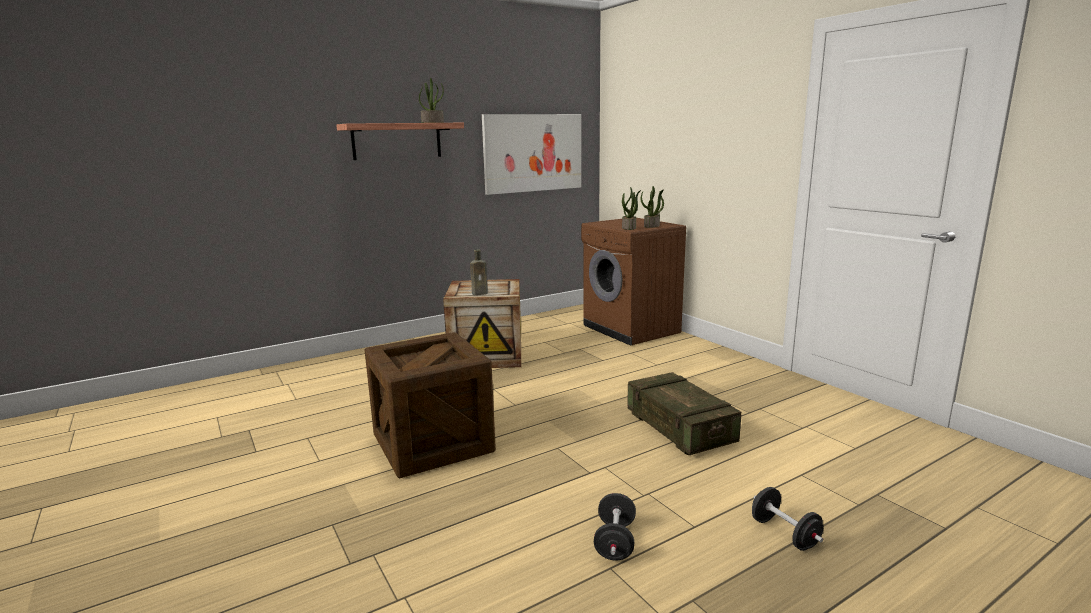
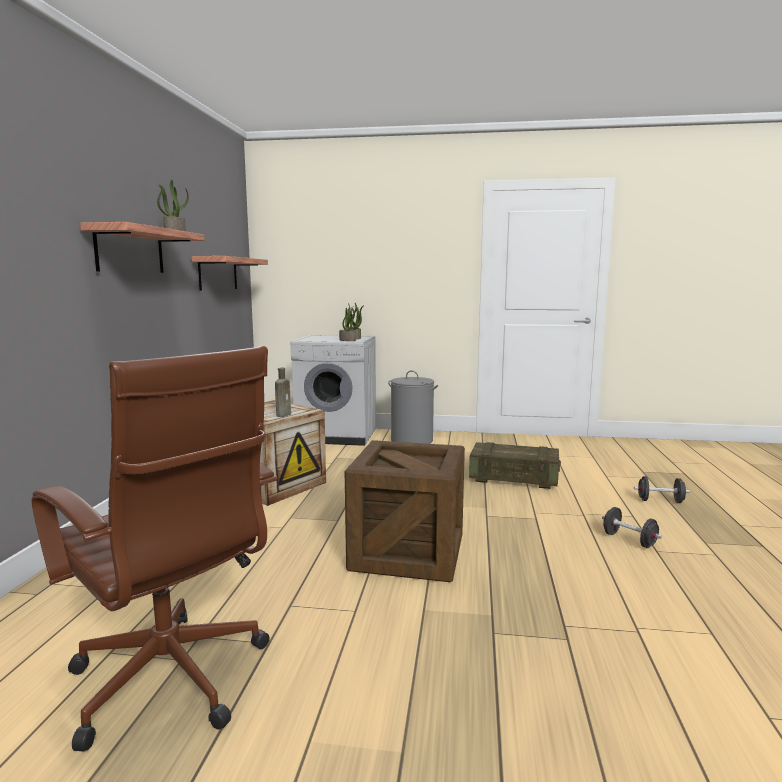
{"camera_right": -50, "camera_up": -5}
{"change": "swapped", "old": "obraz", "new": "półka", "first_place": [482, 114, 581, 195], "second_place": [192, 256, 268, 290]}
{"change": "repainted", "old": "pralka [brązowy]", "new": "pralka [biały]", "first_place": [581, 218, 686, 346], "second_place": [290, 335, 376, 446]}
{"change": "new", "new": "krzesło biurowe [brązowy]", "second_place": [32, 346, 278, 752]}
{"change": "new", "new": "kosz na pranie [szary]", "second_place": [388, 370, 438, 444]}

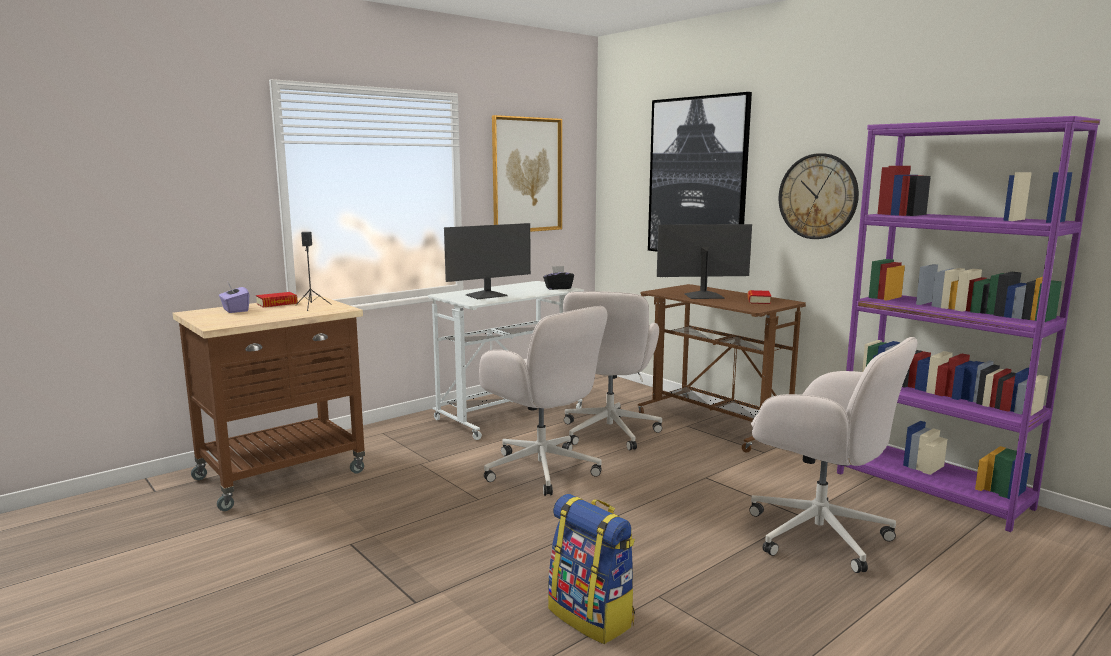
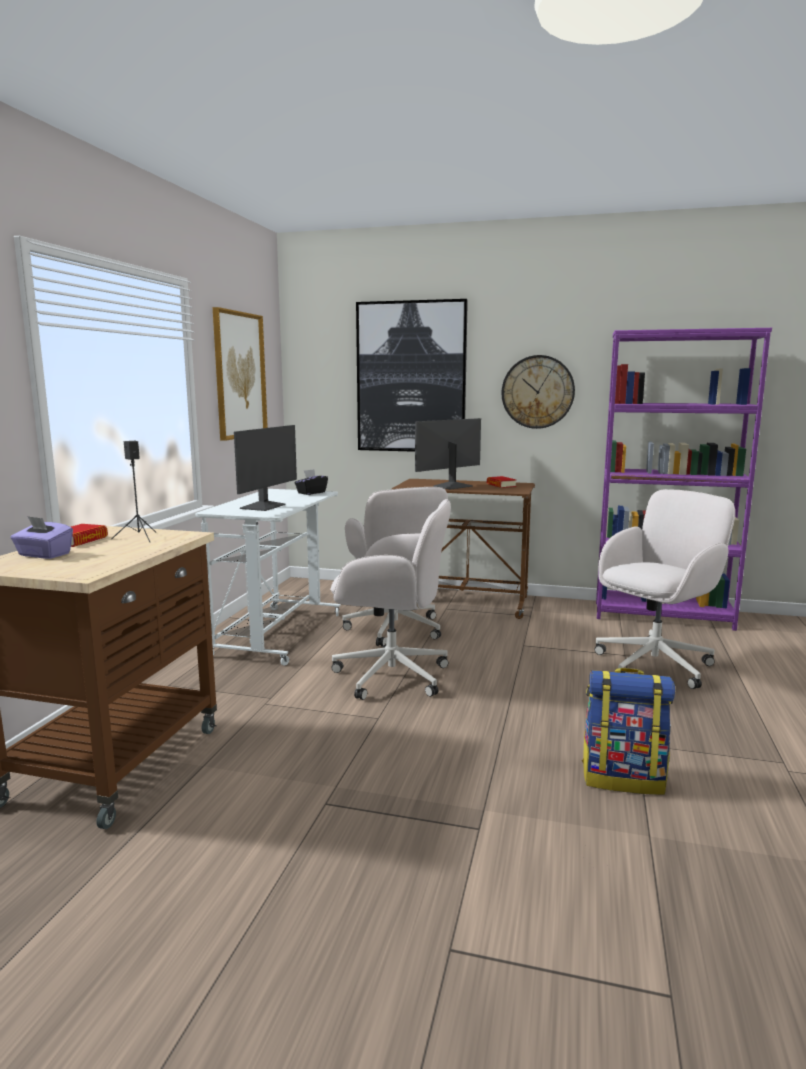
{"camera_right": -35, "camera_up": 0}
{"change": "rotated", "old": "krzesło biurowe [biały]", "first_place": [749, 337, 917, 573], "second_place": [595, 489, 735, 689], "degrees": -45}

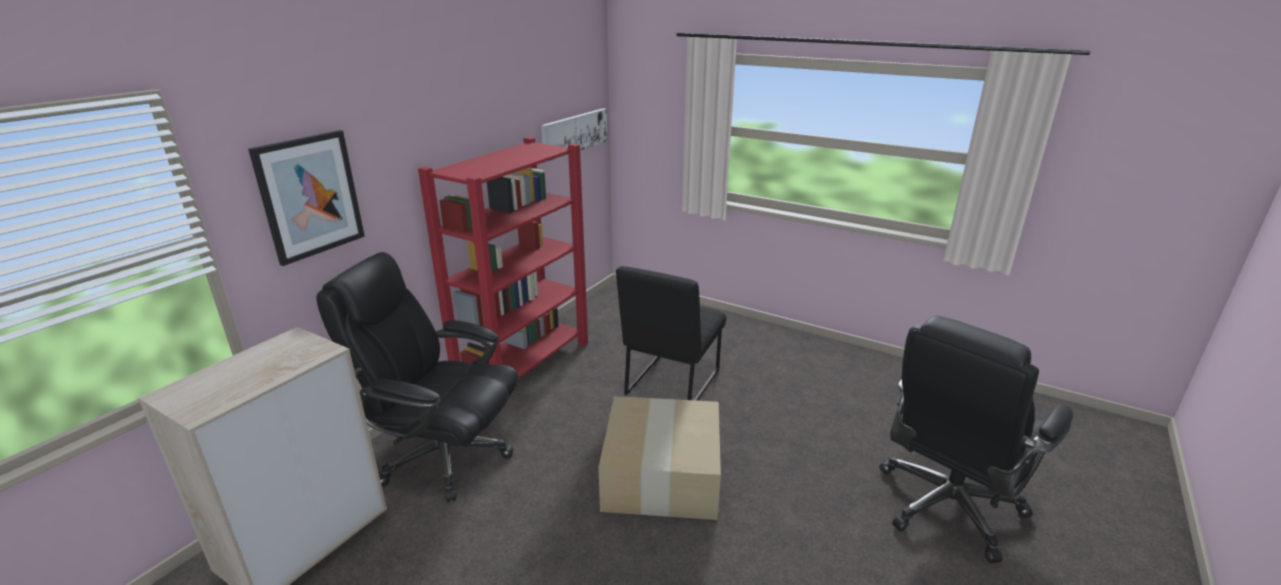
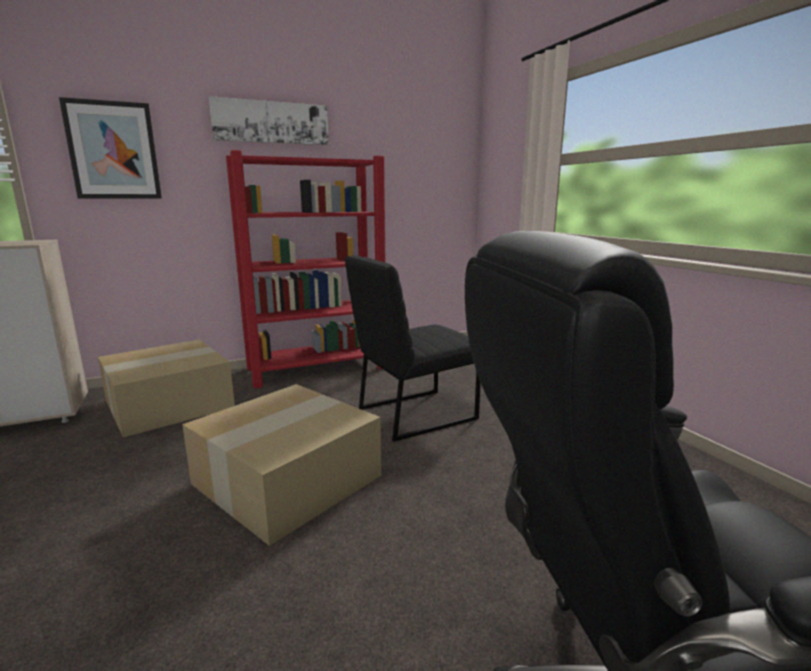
{"camera_right": 35, "camera_up": -10}
{"change": "swapped", "old": "krzesło biurowe [czarny]", "new": "karton", "first_place": [316, 252, 518, 502], "second_place": [98, 340, 235, 437]}
{"change": "shifted", "old": "obraz", "first_place": [541, 108, 607, 162], "second_place": [209, 96, 329, 145]}

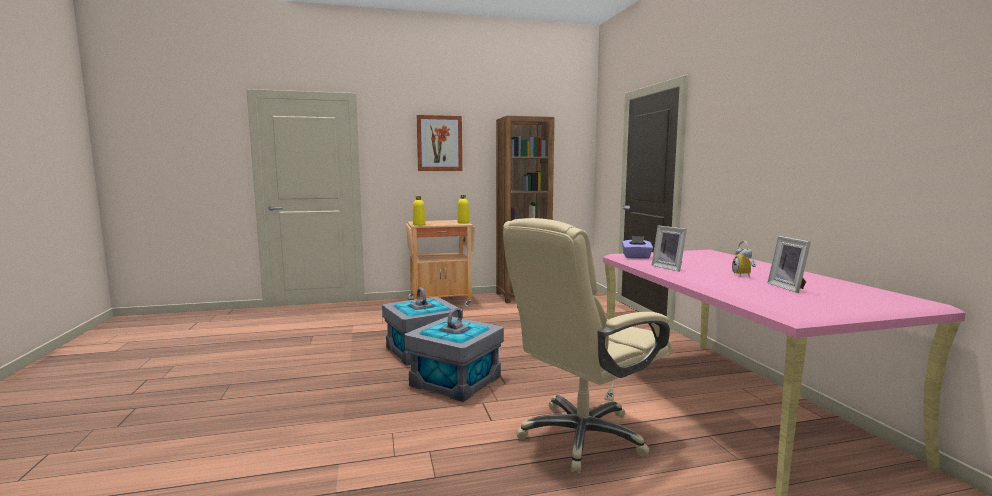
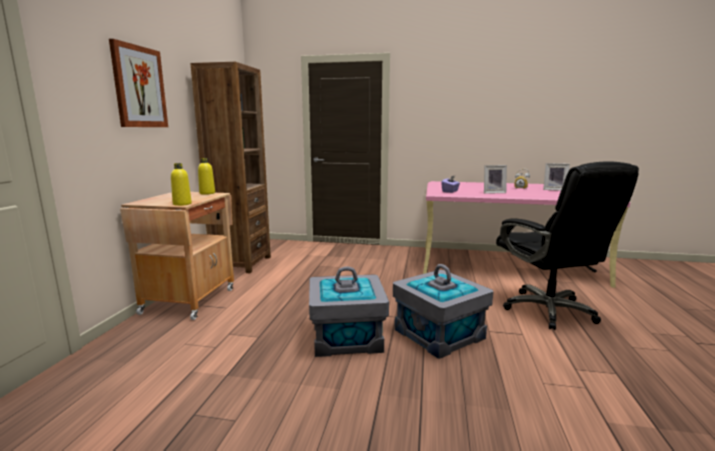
{"camera_right": -65, "camera_up": 5}
{"change": "repainted", "old": "krzesło biurowe [beżowy]", "new": "krzesło biurowe [czarny]", "first_place": [503, 218, 672, 473], "second_place": [496, 161, 639, 330]}

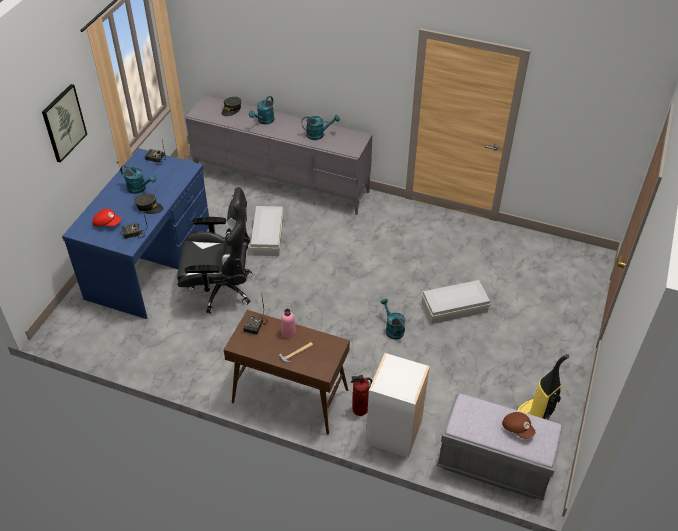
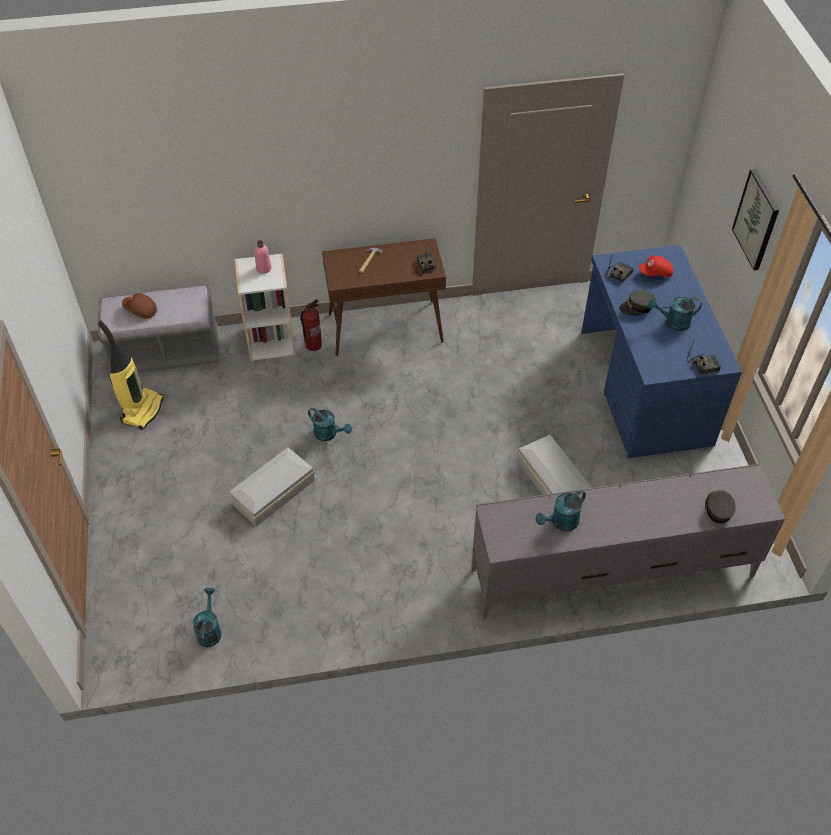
{"camera_right": 150, "camera_up": 5}
{"change": "gone", "old": "krzesło biurowe [czarny]", "first_place": [177, 187, 253, 314]}
{"change": "shifted", "old": "konewka [turkusowy]", "first_place": [249, 96, 274, 125], "second_place": [193, 588, 222, 647]}
{"change": "shifted", "old": "butelka [różowy]", "first_place": [281, 309, 296, 338], "second_place": [254, 240, 271, 274]}

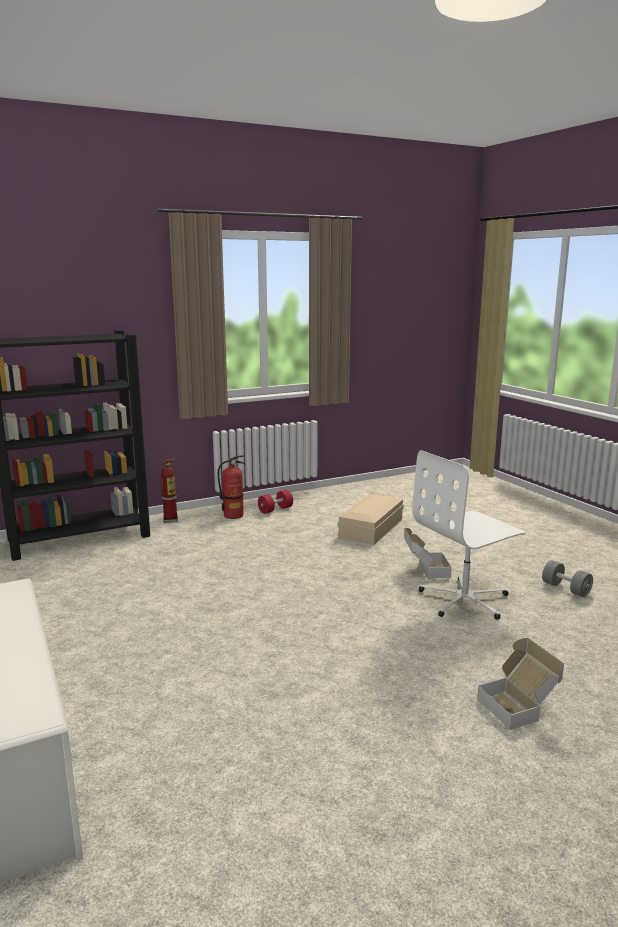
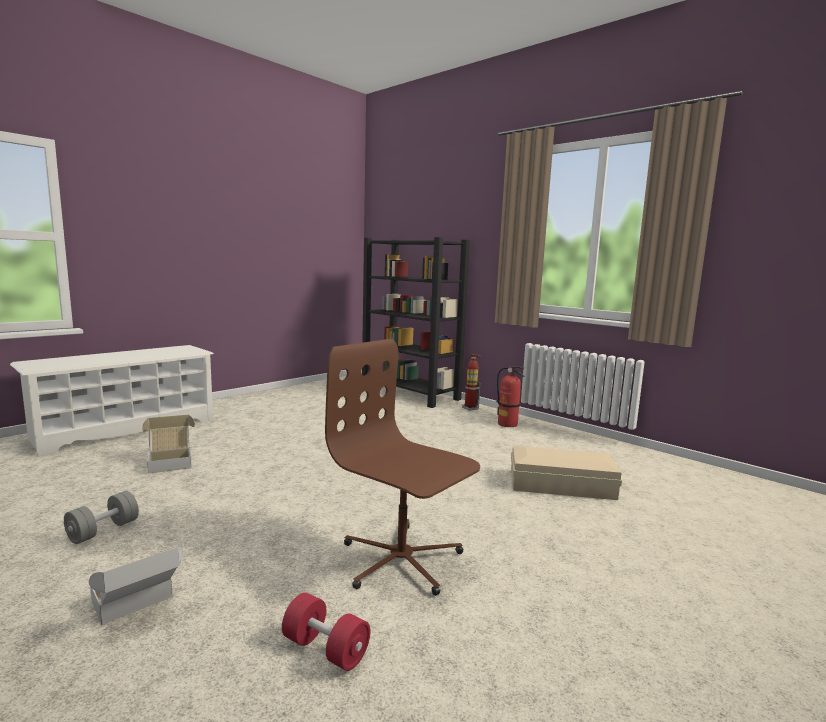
{"camera_right": 70, "camera_up": -5}
{"change": "shifted", "old": "hantel [czerwony]", "first_place": [258, 490, 293, 514], "second_place": [282, 593, 371, 671]}
{"change": "shifted", "old": "karton", "first_place": [404, 528, 452, 579], "second_place": [142, 415, 195, 473]}
{"change": "repainted", "old": "krzesło biurowe [biały]", "new": "krzesło biurowe [brązowy]", "first_place": [412, 450, 526, 620], "second_place": [325, 339, 480, 596]}
{"change": "shifted", "old": "hantel [szary]", "first_place": [542, 560, 593, 597], "second_place": [64, 491, 139, 544]}

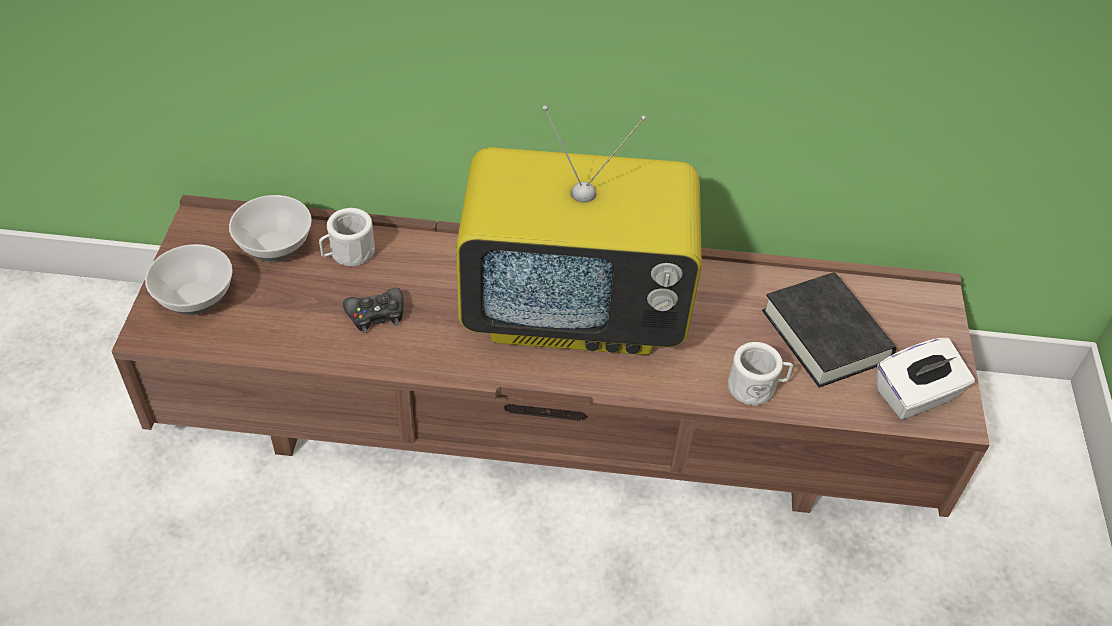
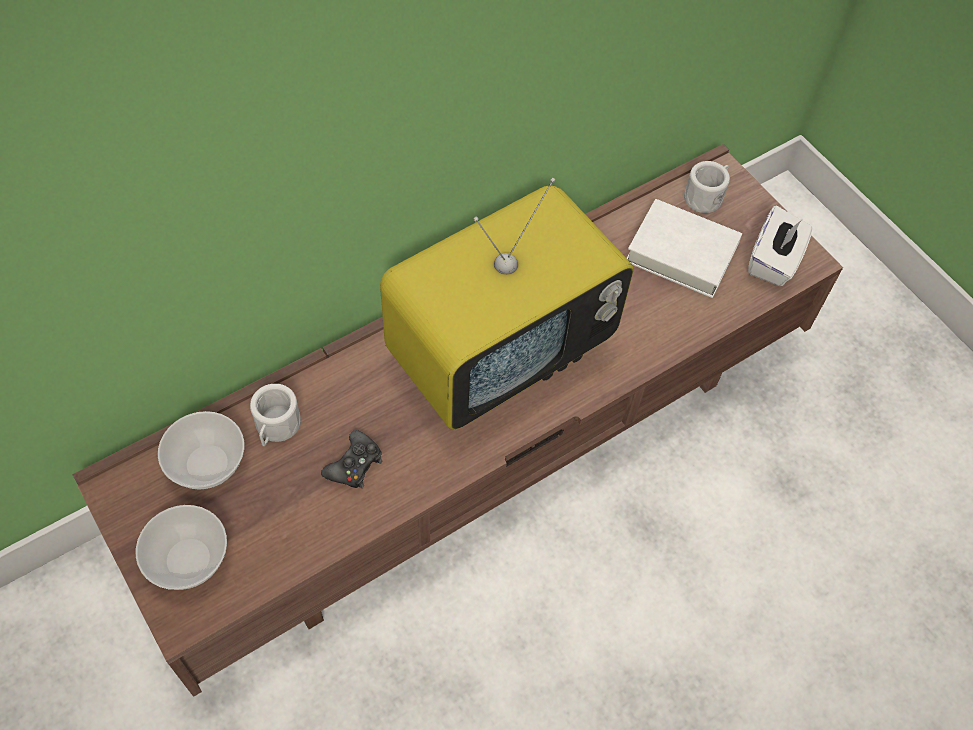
{"camera_right": -40, "camera_up": 10}
{"change": "shifted", "old": "kubek [biały]", "first_place": [728, 342, 793, 405], "second_place": [684, 161, 730, 213]}
{"change": "repainted", "old": "książka [czarny]", "new": "książka [biały]", "first_place": [762, 273, 896, 388], "second_place": [627, 199, 742, 298]}

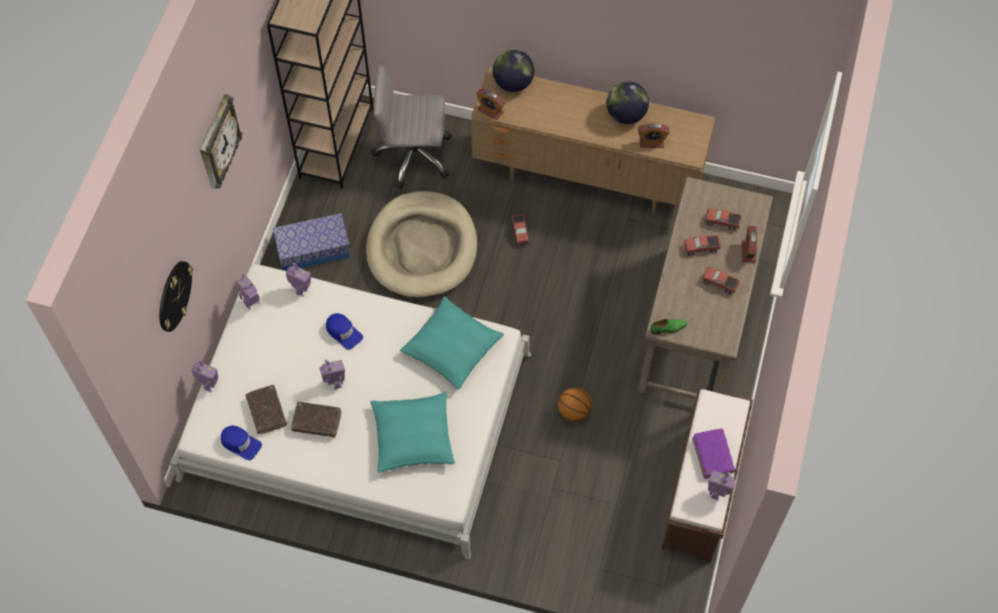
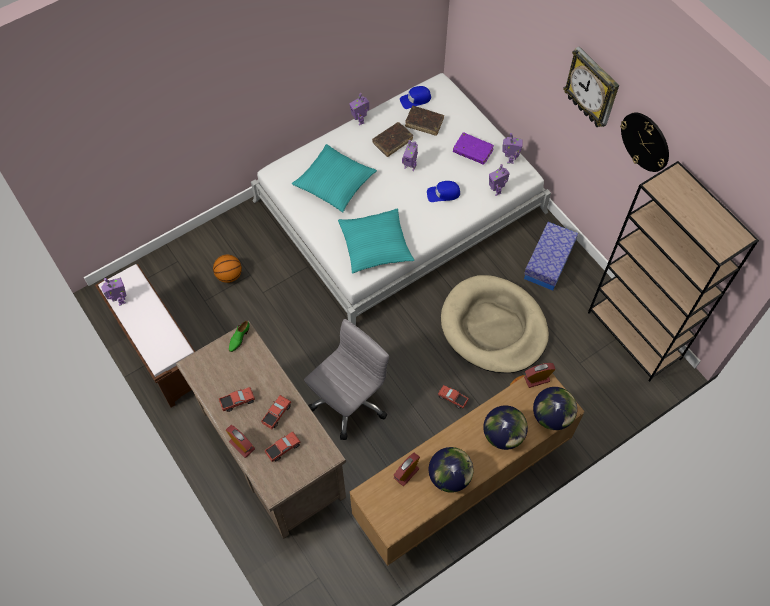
{"camera_right": 130, "camera_up": 0}
{"change": "shifted", "old": "zegar ścienny", "first_place": [159, 261, 193, 332], "second_place": [620, 112, 669, 172]}
{"change": "shifted", "old": "robot zabawkowy", "first_place": [191, 359, 218, 392], "second_place": [350, 93, 369, 125]}
{"change": "shifted", "old": "krzesło biurowe [szary]", "first_place": [371, 65, 452, 189], "second_place": [304, 319, 389, 440]}
{"change": "shifted", "old": "piłka do koszykówki", "first_place": [558, 388, 592, 422], "second_place": [213, 255, 242, 283]}
{"change": "shifted", "old": "książka [fioletowy]", "first_place": [692, 429, 735, 479], "second_place": [453, 132, 494, 165]}
{"change": "new", "new": "globus", "second_place": [483, 405, 528, 450]}

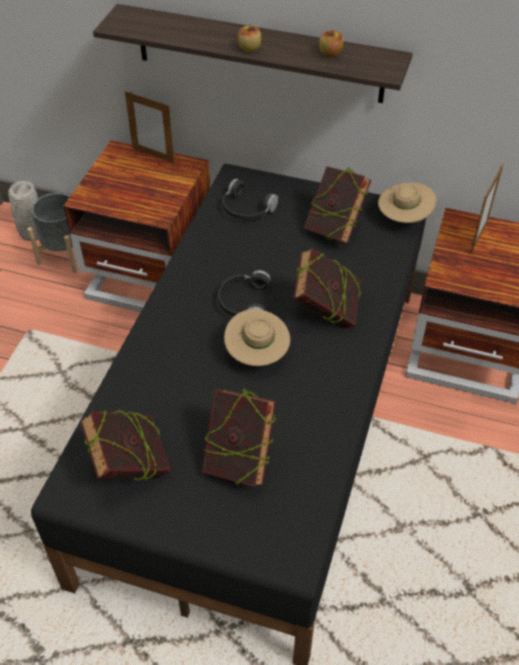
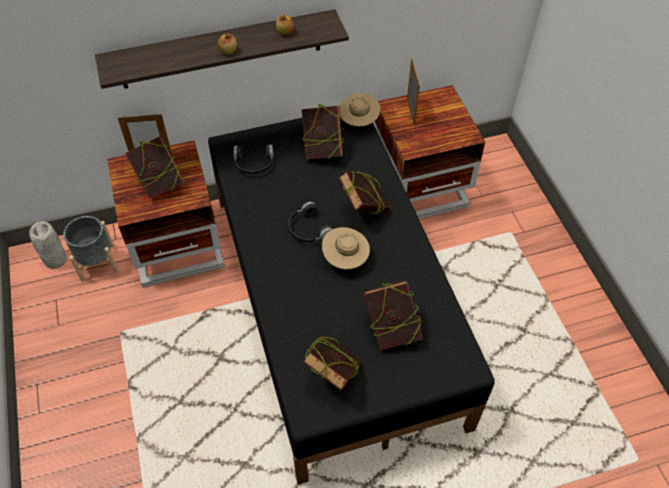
{"camera_right": -35, "camera_up": 5}
{"change": "new", "new": "książka", "second_place": [125, 136, 185, 199]}

